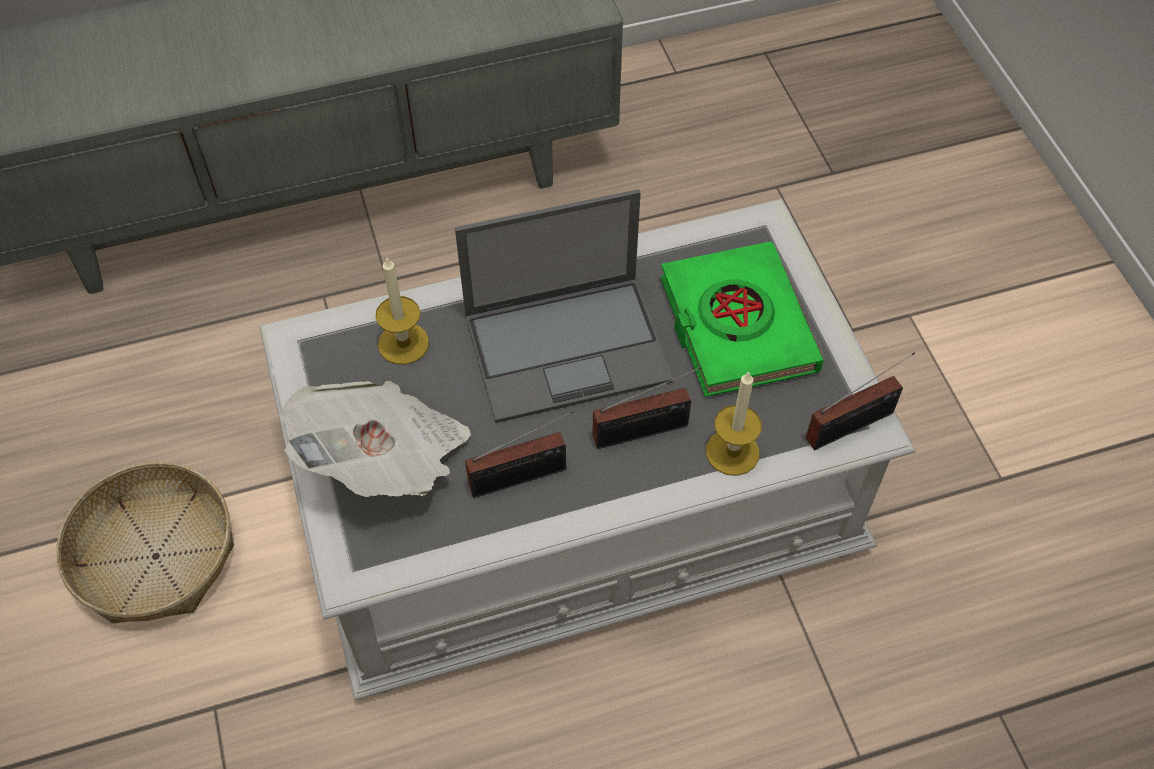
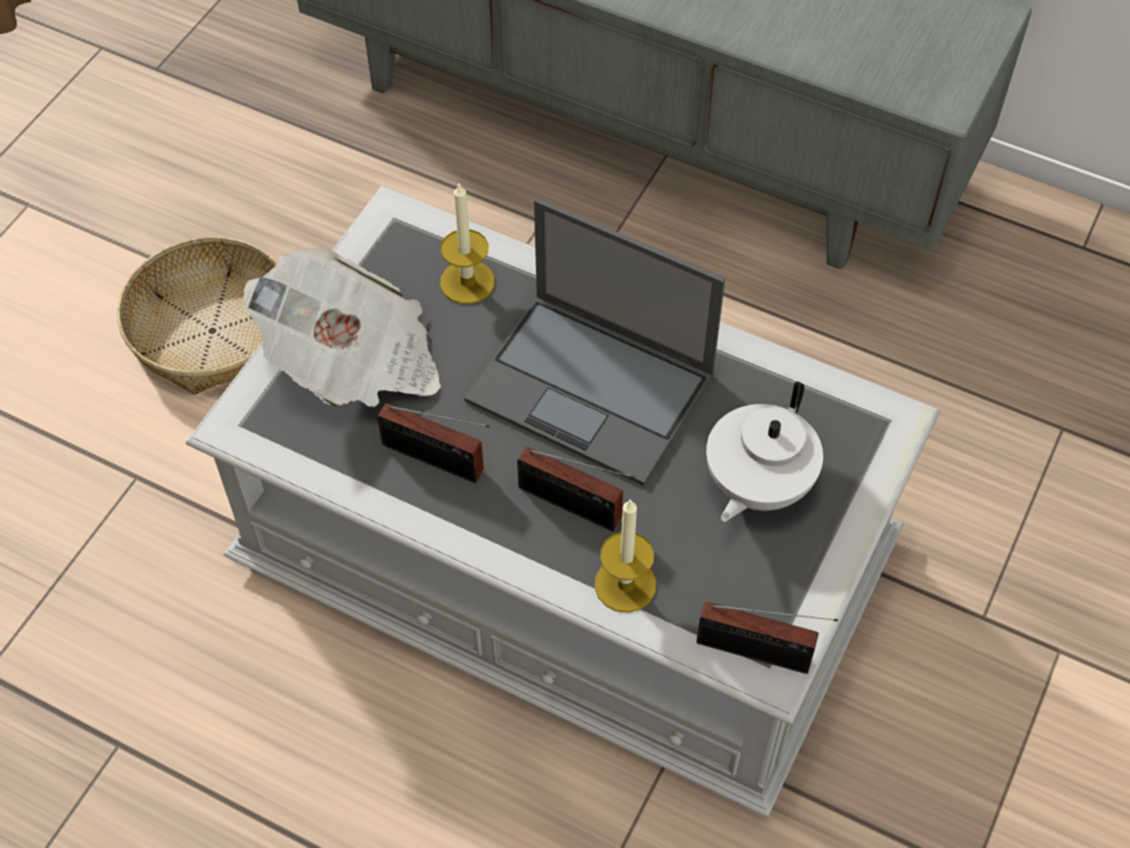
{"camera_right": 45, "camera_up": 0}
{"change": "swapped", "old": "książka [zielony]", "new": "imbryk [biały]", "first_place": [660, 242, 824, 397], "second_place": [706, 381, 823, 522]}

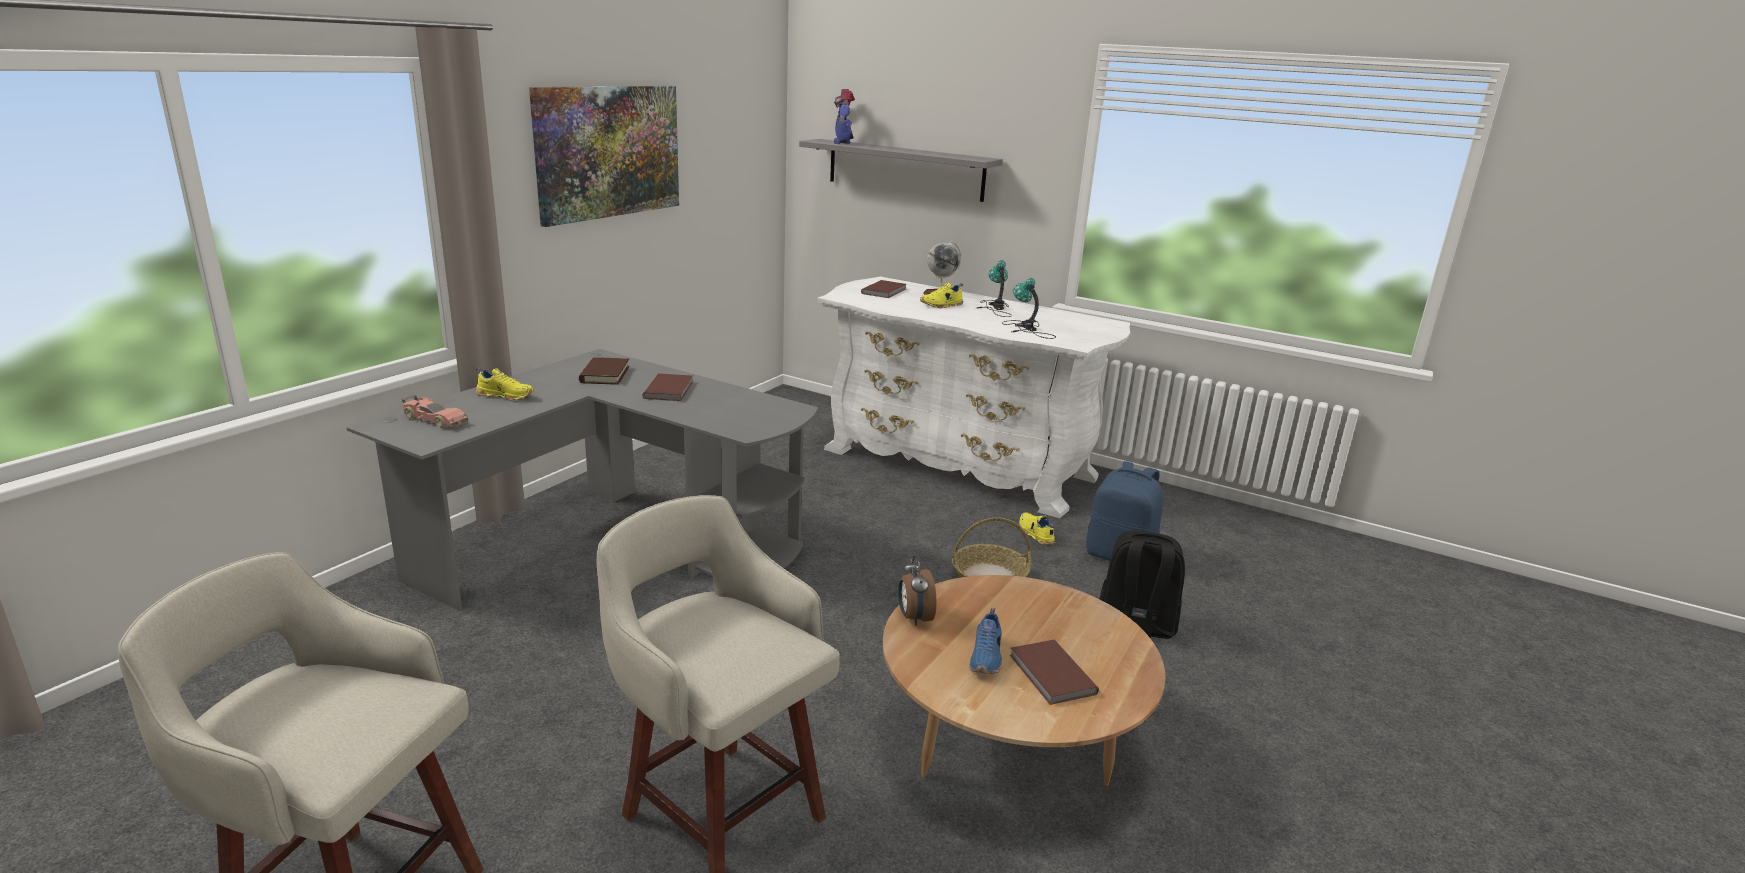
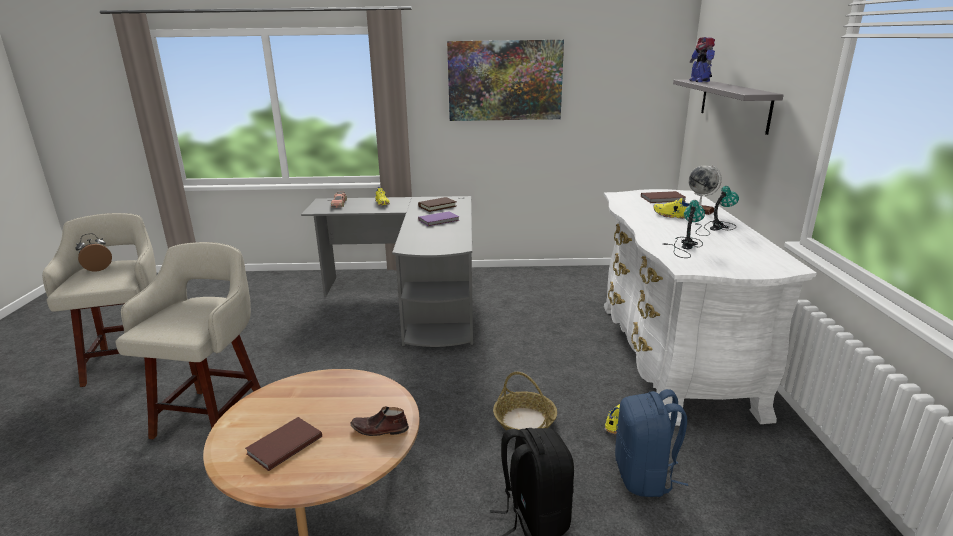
{"camera_right": 60, "camera_up": 0}
{"change": "repainted", "old": "książka [brązowy]", "new": "książka [fioletowy]", "first_place": [643, 374, 693, 401], "second_place": [418, 211, 460, 226]}
{"change": "rotated", "old": "robot zabawkowy", "first_place": [834, 89, 855, 144], "second_place": [689, 37, 715, 82], "degrees": -60}
{"change": "shifted", "old": "budzik", "first_place": [898, 555, 937, 626], "second_place": [76, 233, 112, 272]}
{"change": "gone", "old": "but [niebieski]", "first_place": [969, 608, 1002, 674]}
{"change": "new", "new": "but [brązowy]", "second_place": [351, 406, 409, 436]}

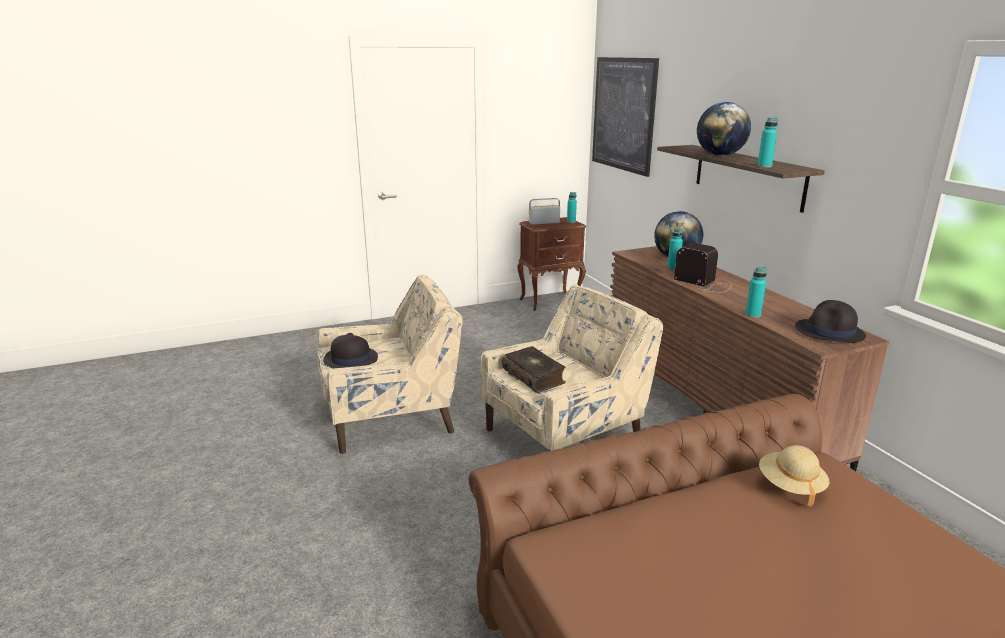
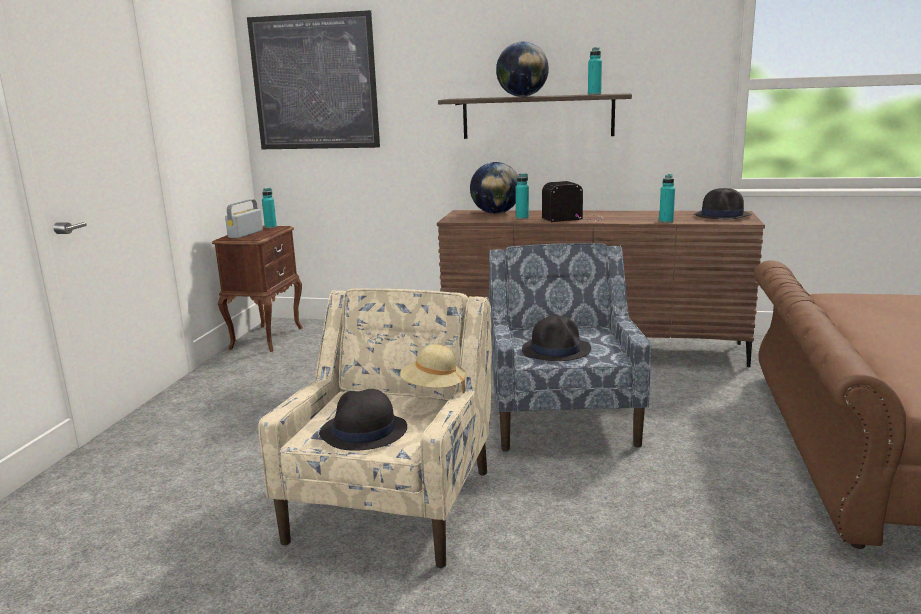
{"camera_right": -55, "camera_up": -5}
{"change": "repainted", "old": "fotel [beżowy]", "new": "fotel [niebieski]", "first_place": [481, 284, 663, 451], "second_place": [489, 243, 651, 452]}
{"change": "swapped", "old": "książka", "new": "kapelusz [czarny]", "first_place": [502, 346, 566, 393], "second_place": [522, 316, 591, 361]}
{"change": "shifted", "old": "kapelusz [beżowy]", "first_place": [759, 445, 830, 507], "second_place": [400, 344, 466, 394]}

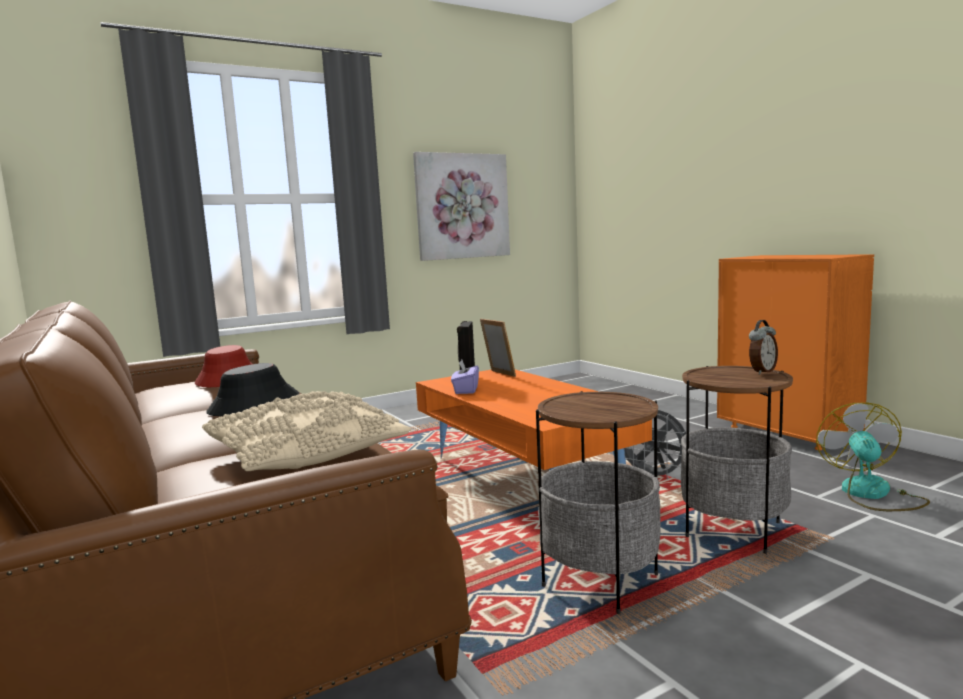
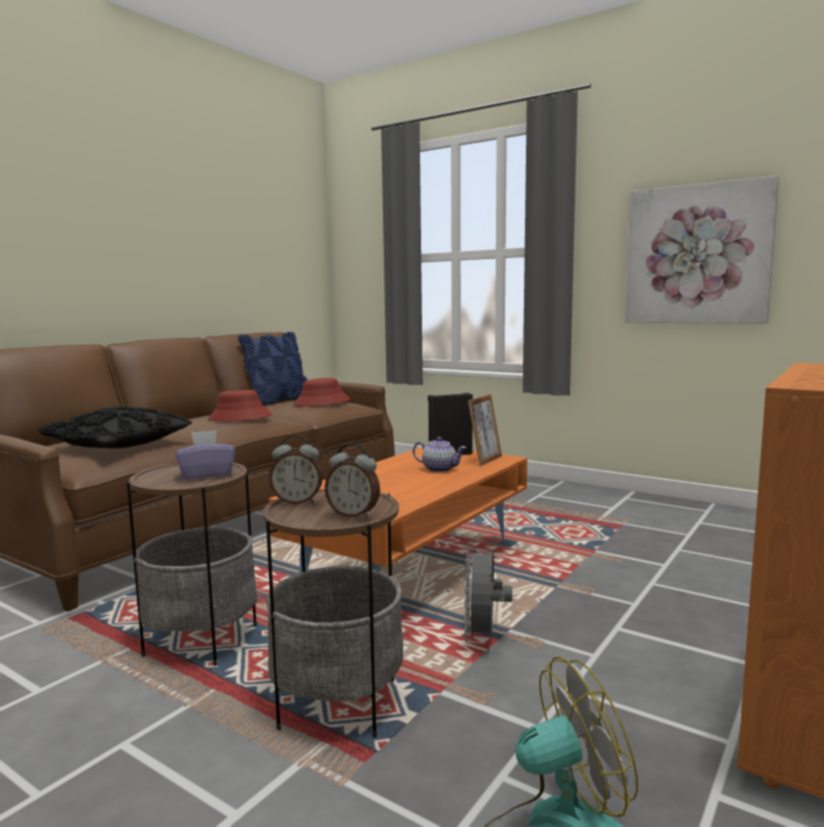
{"camera_right": 65, "camera_up": 0}
{"change": "repainted", "old": "poduszka [beżowy]", "new": "poduszka [czarny]", "first_place": [202, 391, 411, 471], "second_place": [38, 406, 192, 448]}
{"change": "repainted", "old": "kapelusz [czarny]", "new": "kapelusz [czerwony]", "first_place": [206, 363, 299, 416], "second_place": [208, 390, 272, 421]}
{"change": "shifted", "old": "pudełko chusteczek [fioletowy]", "first_place": [451, 360, 479, 394], "second_place": [175, 430, 236, 479]}
{"change": "new", "new": "poduszka [niebieski]", "second_place": [238, 332, 307, 405]}
{"change": "new", "new": "budzik", "second_place": [269, 435, 323, 504]}
{"change": "new", "new": "imbryk", "second_place": [413, 437, 466, 472]}

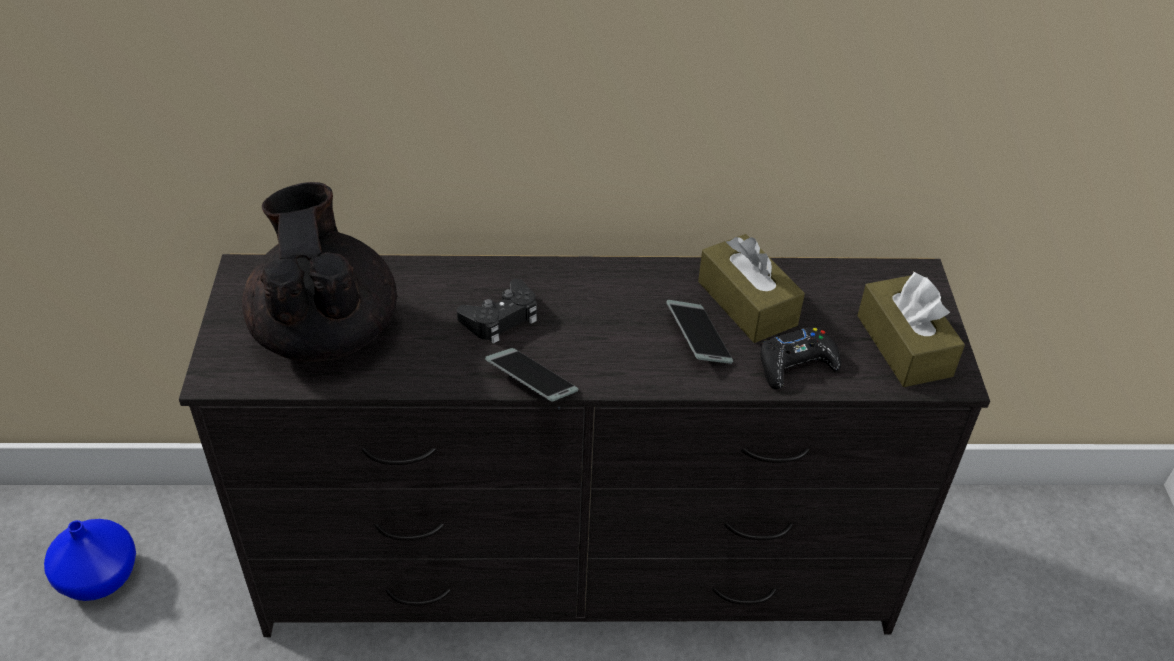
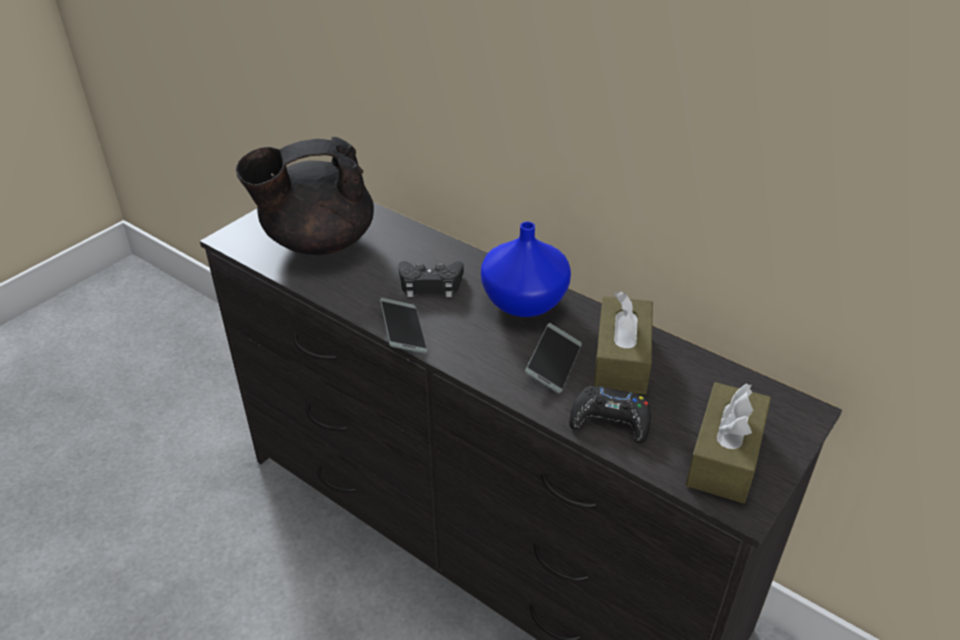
{"camera_right": 40, "camera_up": -5}
{"change": "shifted", "old": "wazon [niebieski]", "first_place": [44, 519, 136, 601], "second_place": [481, 222, 571, 317]}
{"change": "rotated", "old": "imbryk [czarny]", "first_place": [242, 182, 397, 362], "second_place": [236, 137, 374, 255], "degrees": -135}

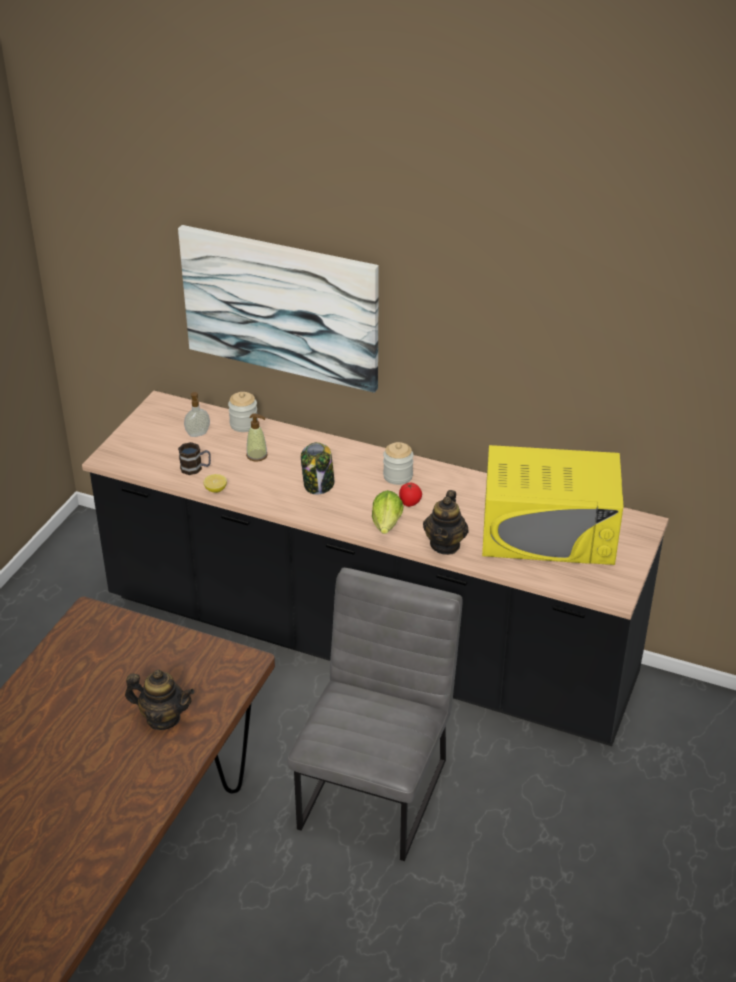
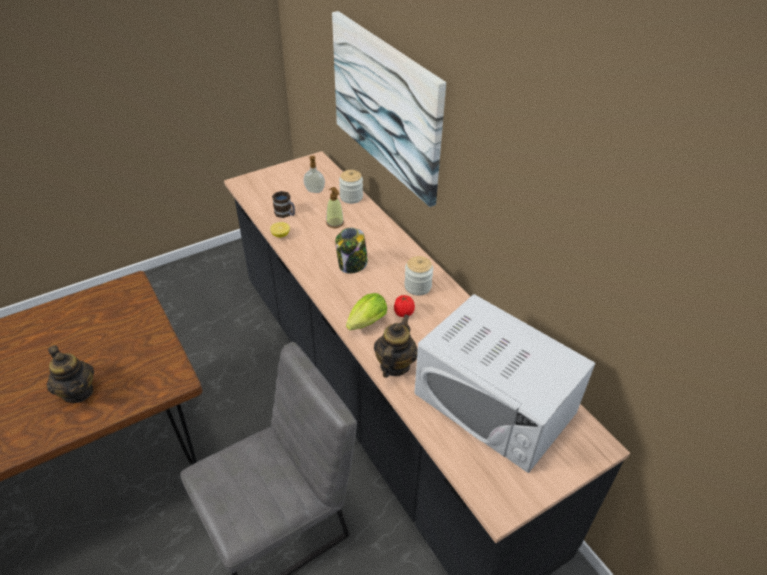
{"camera_right": 35, "camera_up": 5}
{"change": "rotated", "old": "imbryk", "first_place": [423, 490, 469, 555], "second_place": [374, 314, 418, 378], "degrees": 150}
{"change": "repainted", "old": "mikrofalówka [żółty]", "new": "mikrofalówka [biały]", "first_place": [482, 445, 624, 565], "second_place": [414, 294, 595, 473]}

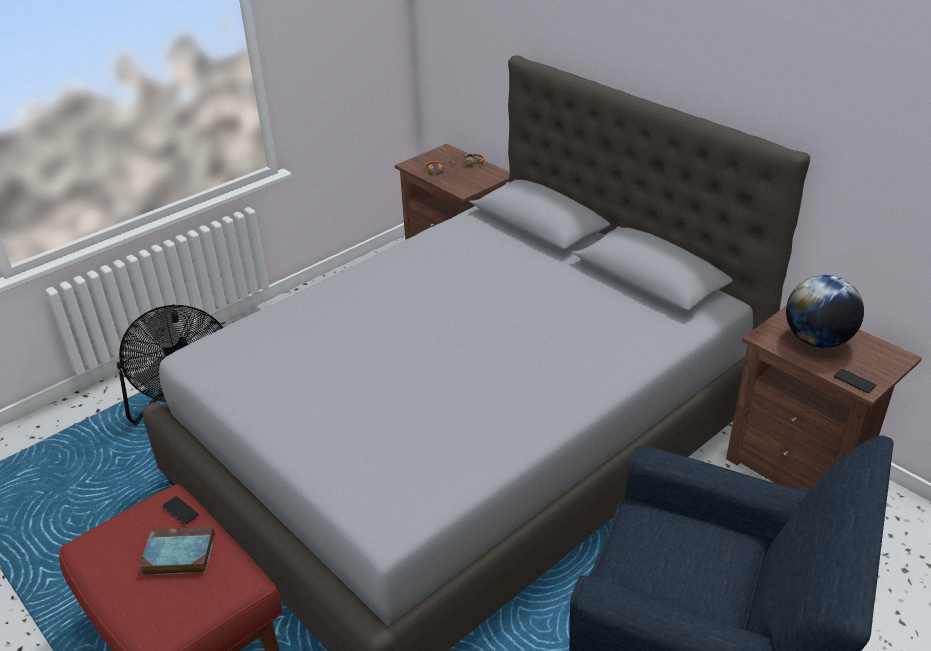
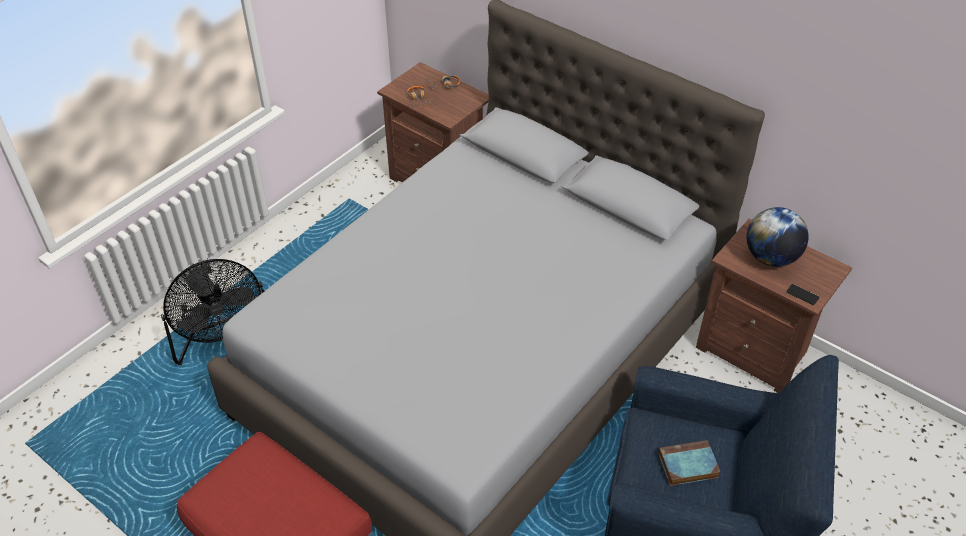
{"camera_right": -10, "camera_up": 10}
{"change": "shifted", "old": "książka", "first_place": [140, 527, 215, 575], "second_place": [658, 440, 721, 486]}
{"change": "gone", "old": "telefon", "first_place": [162, 496, 199, 525]}

